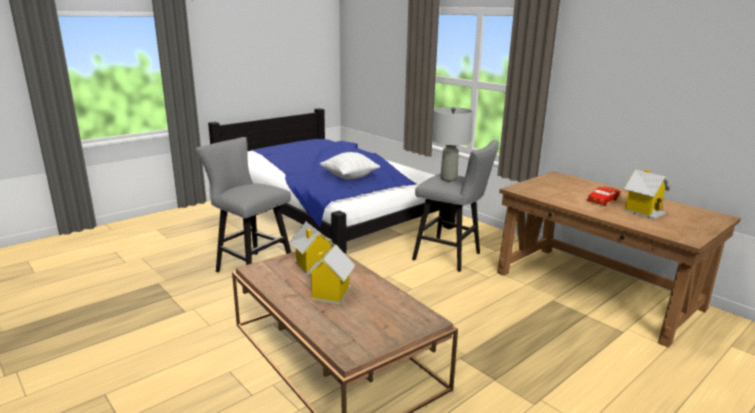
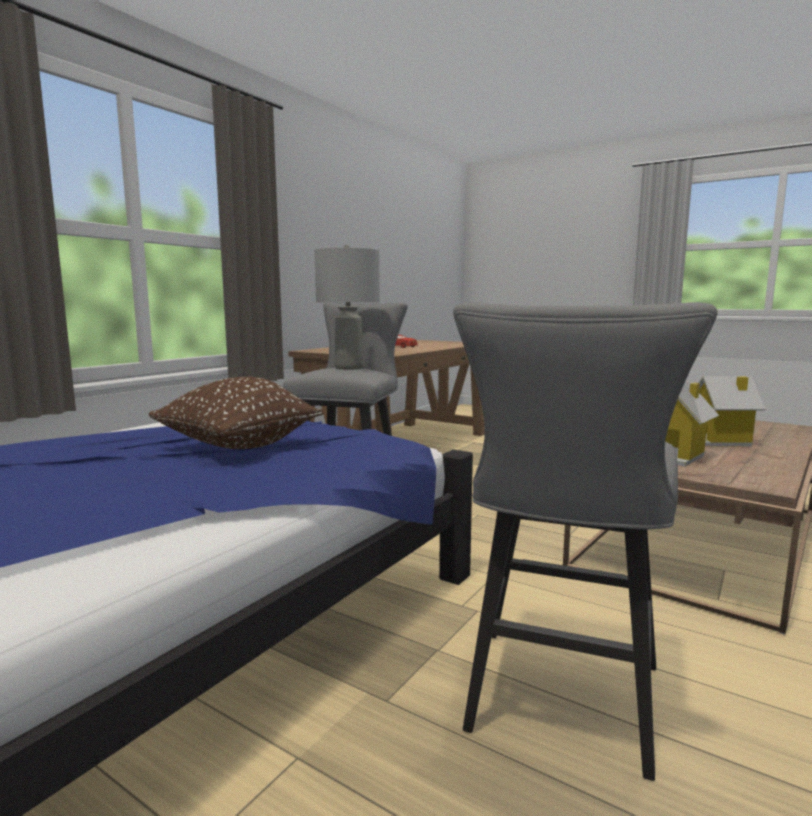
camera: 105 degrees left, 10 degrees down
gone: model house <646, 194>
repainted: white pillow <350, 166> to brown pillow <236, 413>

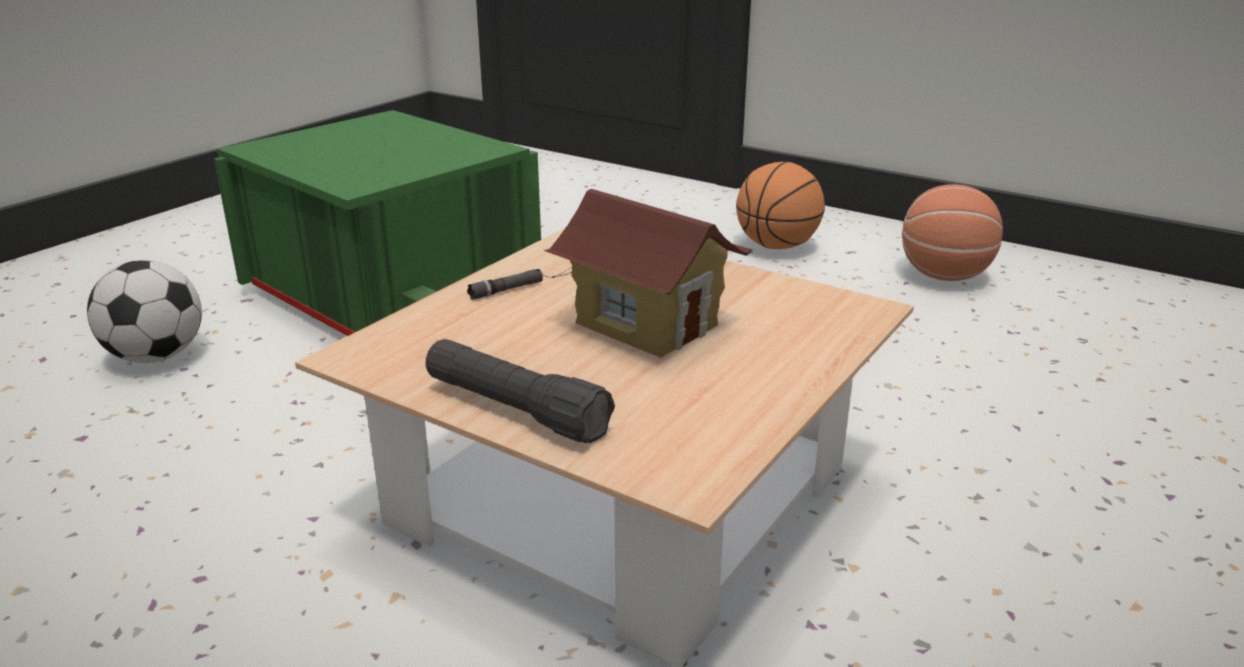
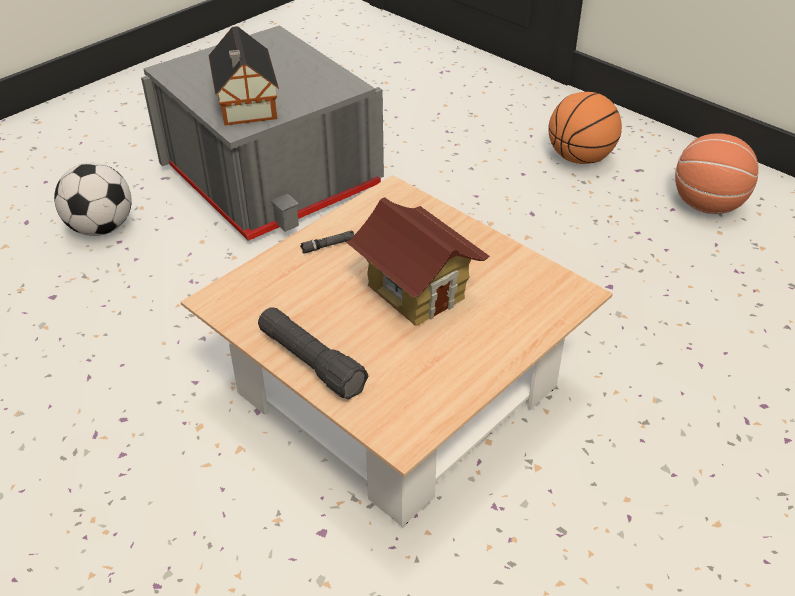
camera: 10 degrees right, 15 degrees up
new: model house <243, 75>
repainted: green storage container <377, 223> to gray storage container <262, 133>

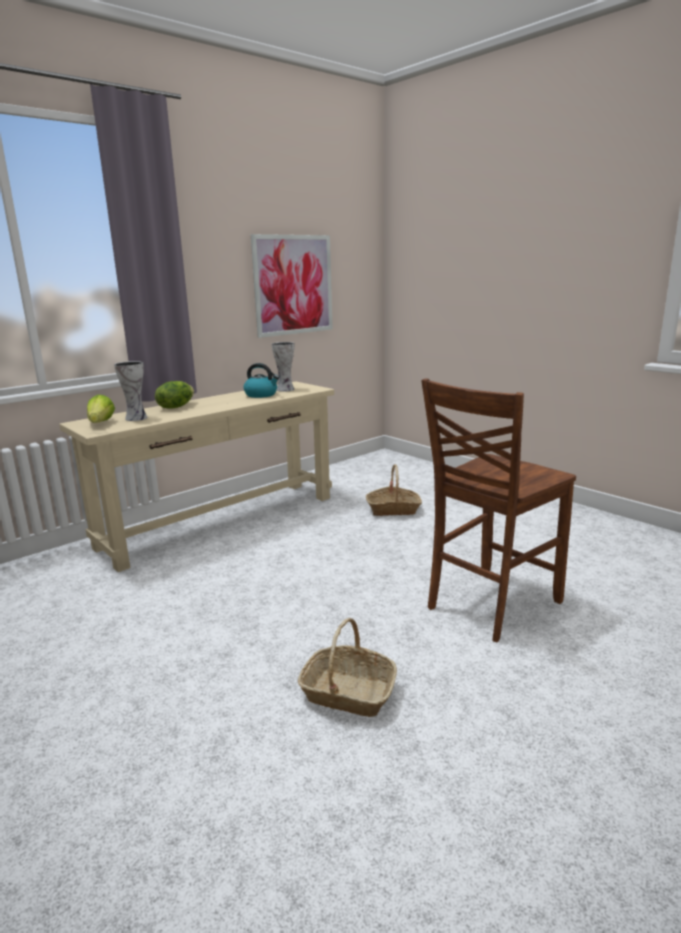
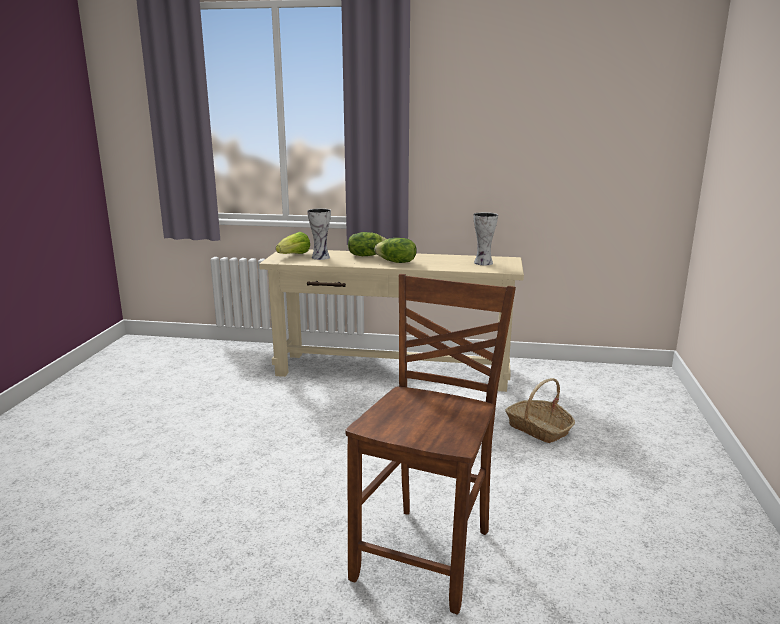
camera: 50 degrees right, 0 degrees up
gone: kettle <261, 380>; wall art <292, 286>; storage basket <347, 667>
new: lettuce <396, 250>
rotated: brown plain chair <498, 510> = <430, 444> 105 degrees clockwise

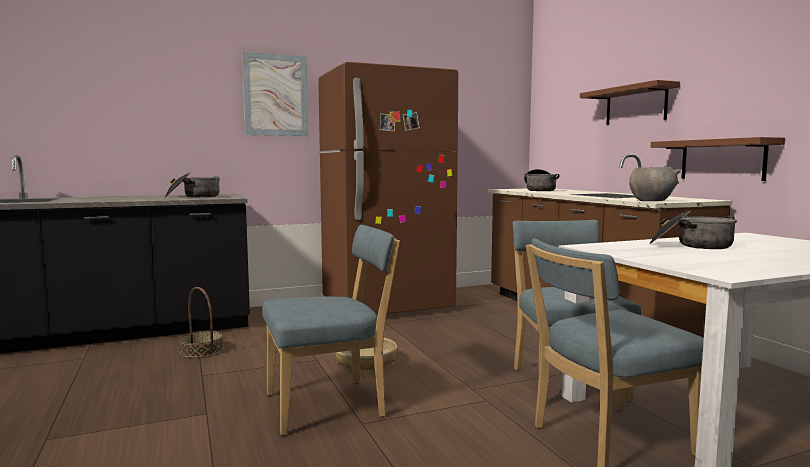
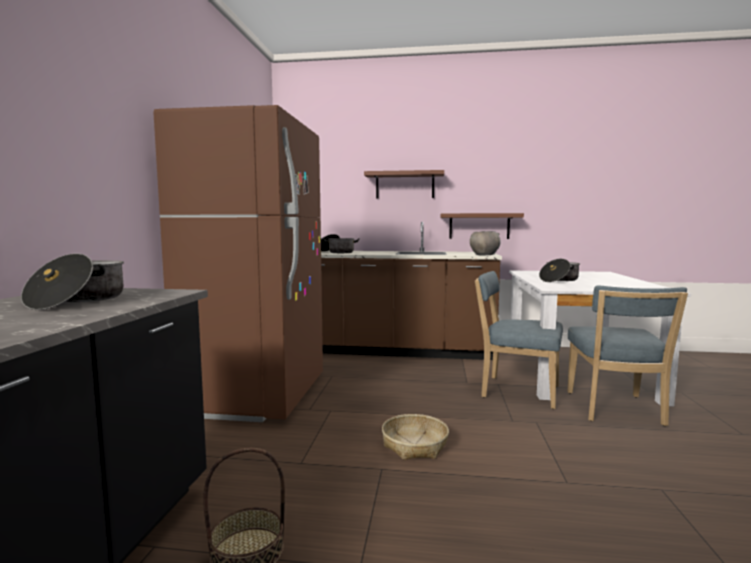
camera: 60 degrees left, 0 degrees up
gone: wall art <275, 94>; blue plain chair <331, 330>

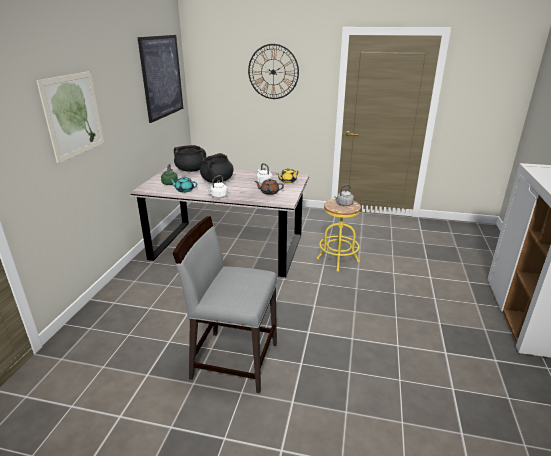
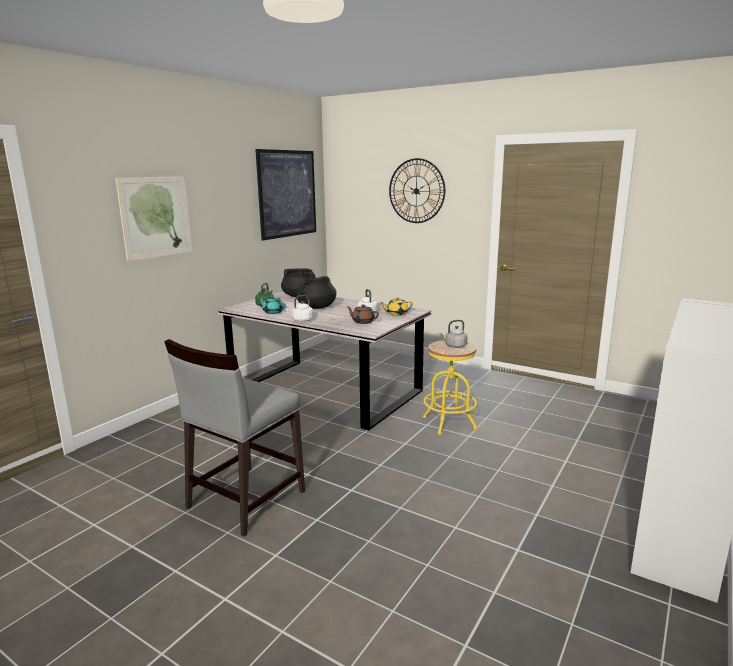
camera: 20 degrees right, 10 degrees down
rotated: gray plain chair <225, 304> = <234, 438> 90 degrees counterclockwise

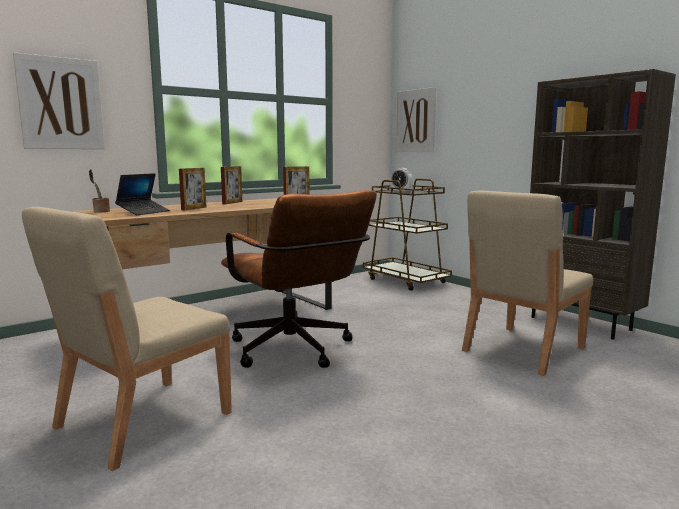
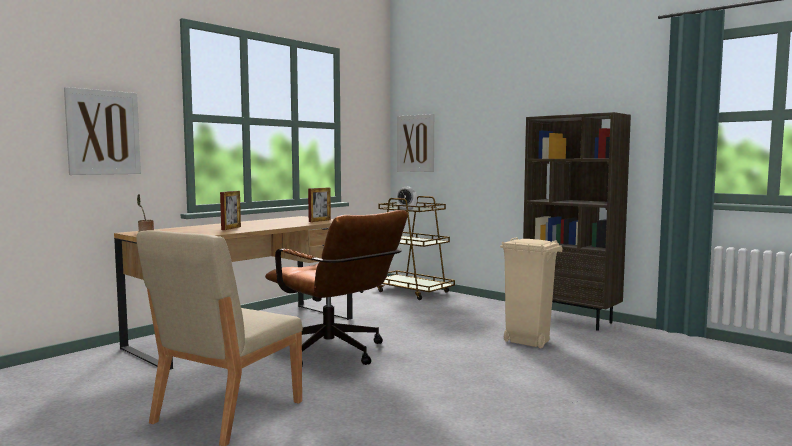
camera: 10 degrees left, 5 degrees down
gone: laptop <142, 194>; picture frame <231, 185>
swapped: beige plain chair <527, 283> to beige waste bin <531, 292>

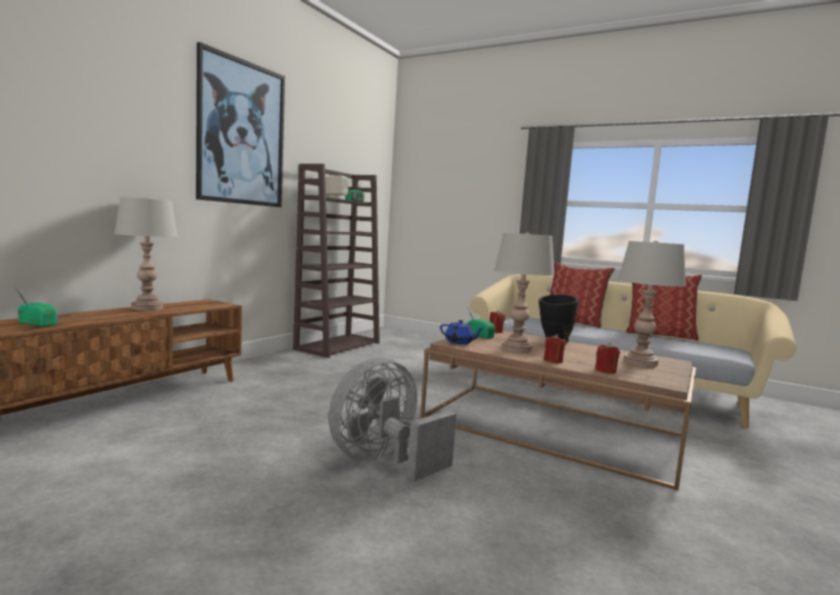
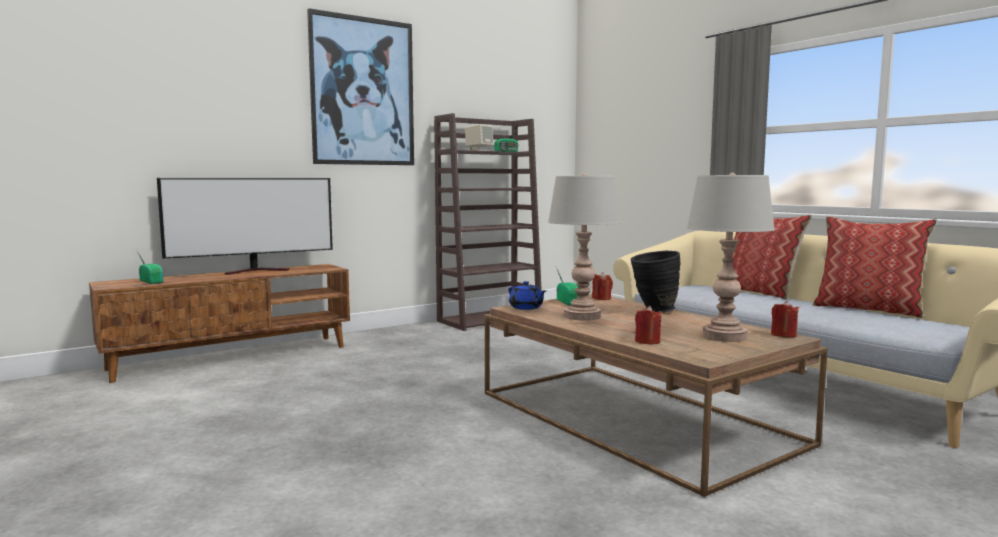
camera: 25 degrees right, 0 degrees up
gone: gray fan <392, 419>
shifted: reddish wax light <555, 348> to <785, 319>
swapped: gray lamp for a table <146, 254> to TV <245, 226>

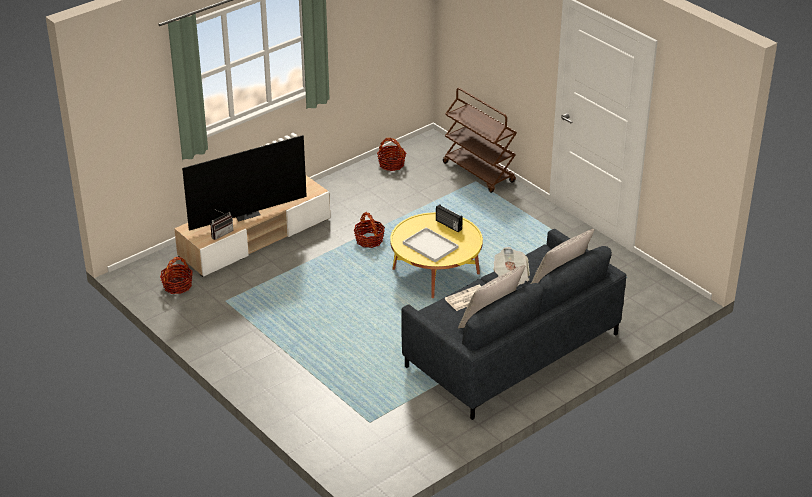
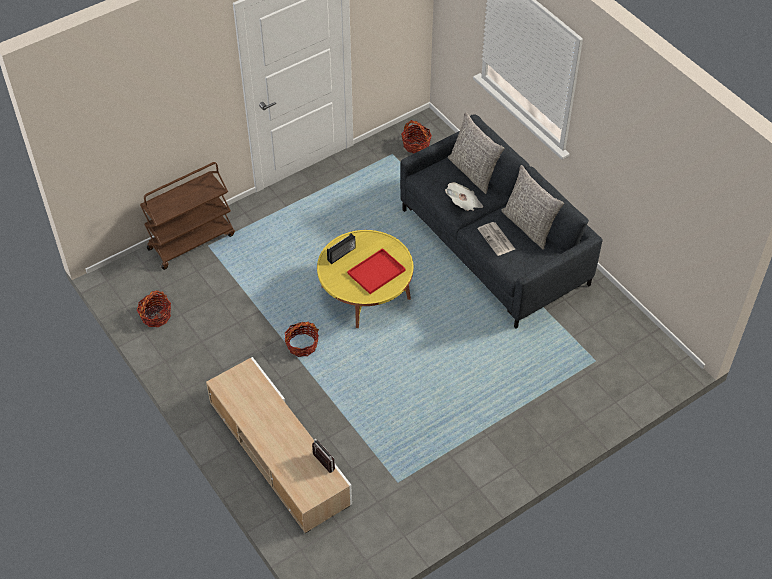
camera: 85 degrees left, 15 degrees up
gone: TV <244, 183>
shifted: storage basket <176, 275> to <416, 137>
repainted: white carrying tray <430, 244> to reddish carrying tray <376, 271>

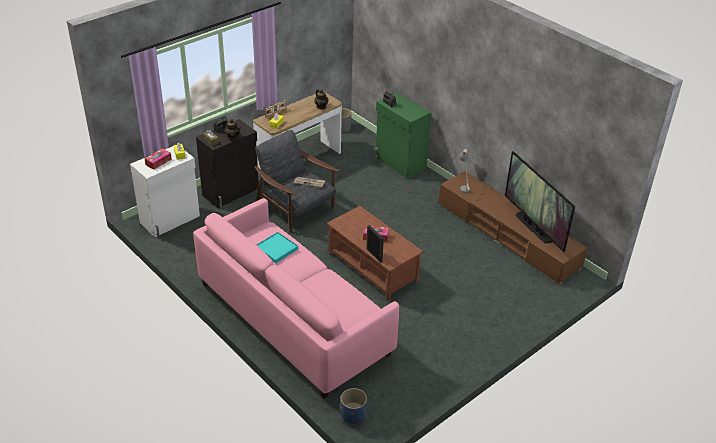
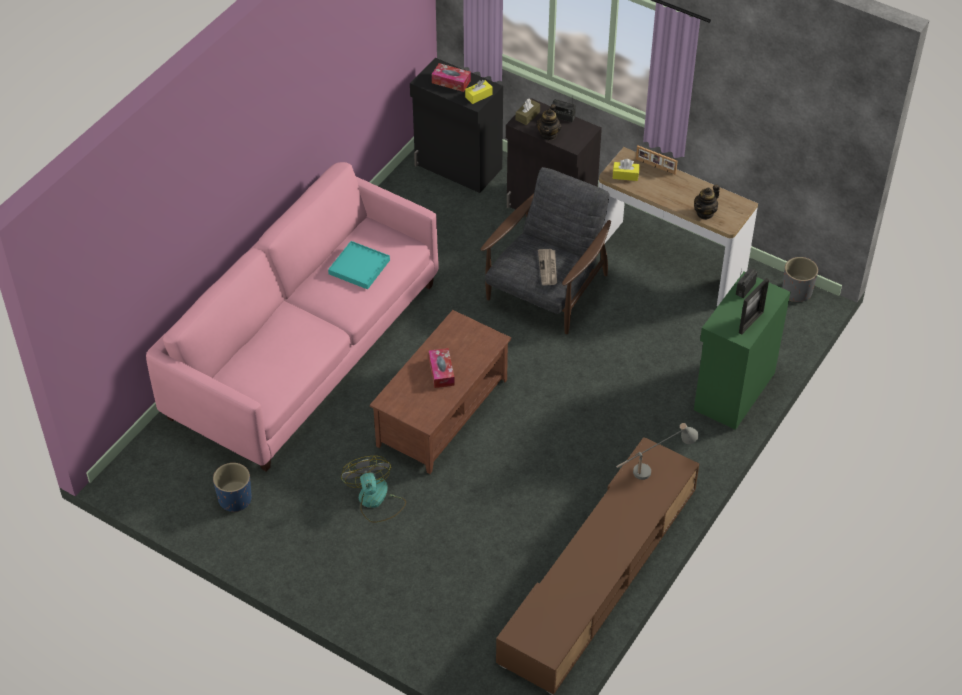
camera: 75 degrees right, 10 degrees up
gone: TV <540, 201>
new: fan <373, 489>
shifted: blue plant pot <353, 406> to <232, 487>; picture frame <375, 244> to <754, 306>
repainted: white storage cabinet <165, 191> to black storage cabinet <456, 125>

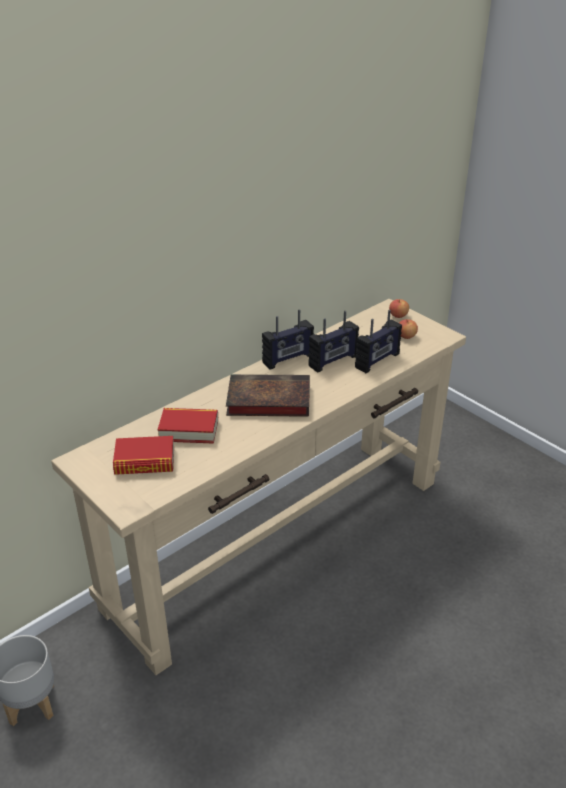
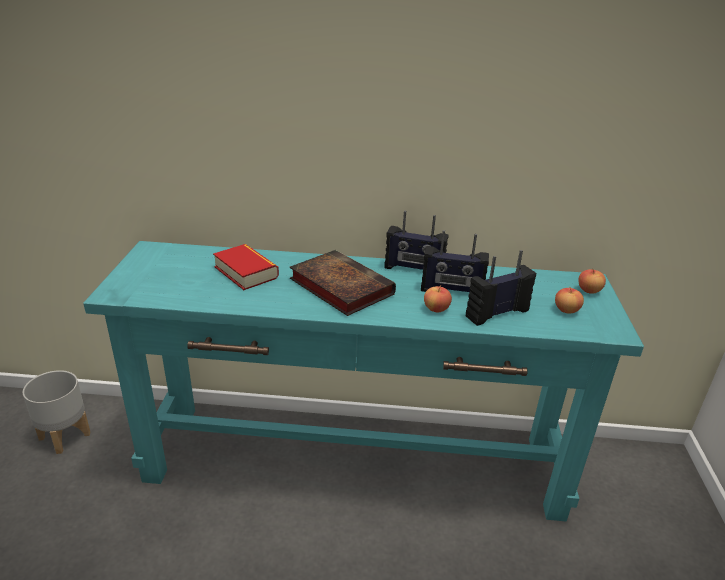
camera: 45 degrees right, 5 degrees down
gone: book <143, 455>
new: whole apple <438, 298>
repainted: beige narrow table <258, 487> to turquoise narrow table <363, 381>
rotated: radio <378, 341> = <501, 288> 150 degrees clockwise

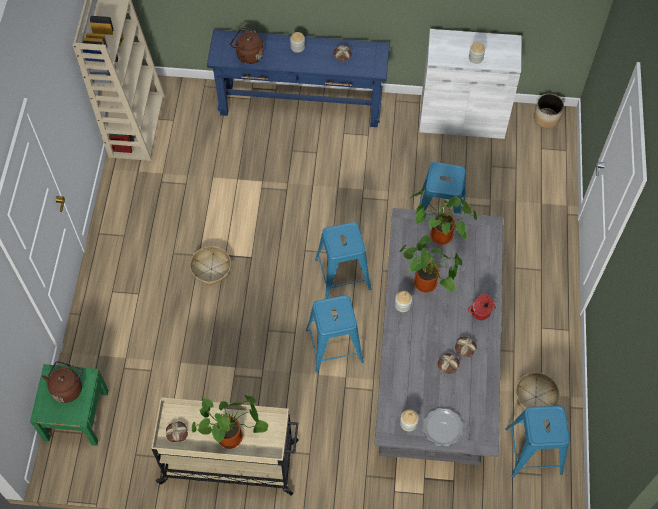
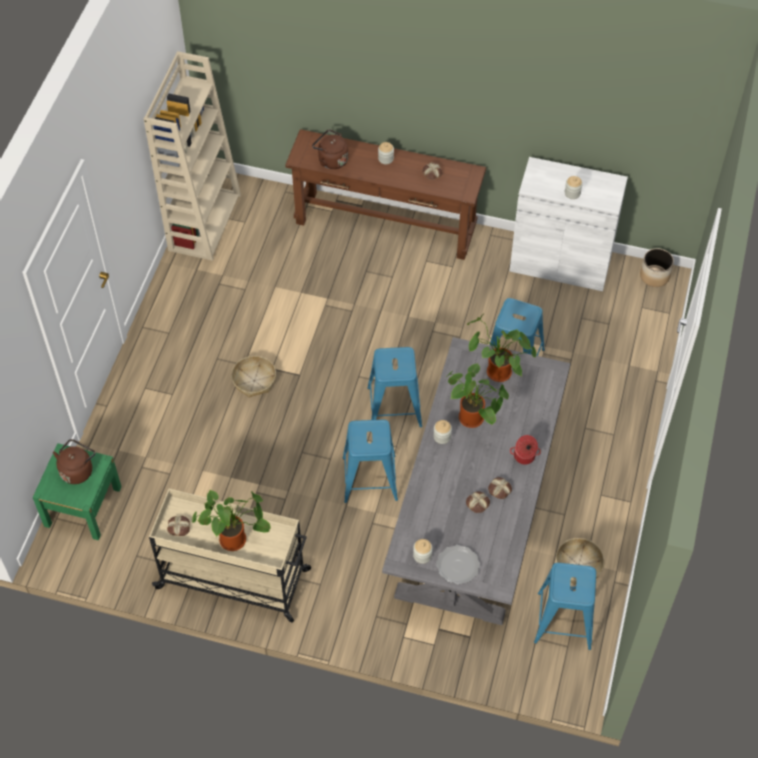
camera: 10 degrees right, 5 degrees down
repainted: blue narrow table <298, 78> to brown narrow table <385, 194>

